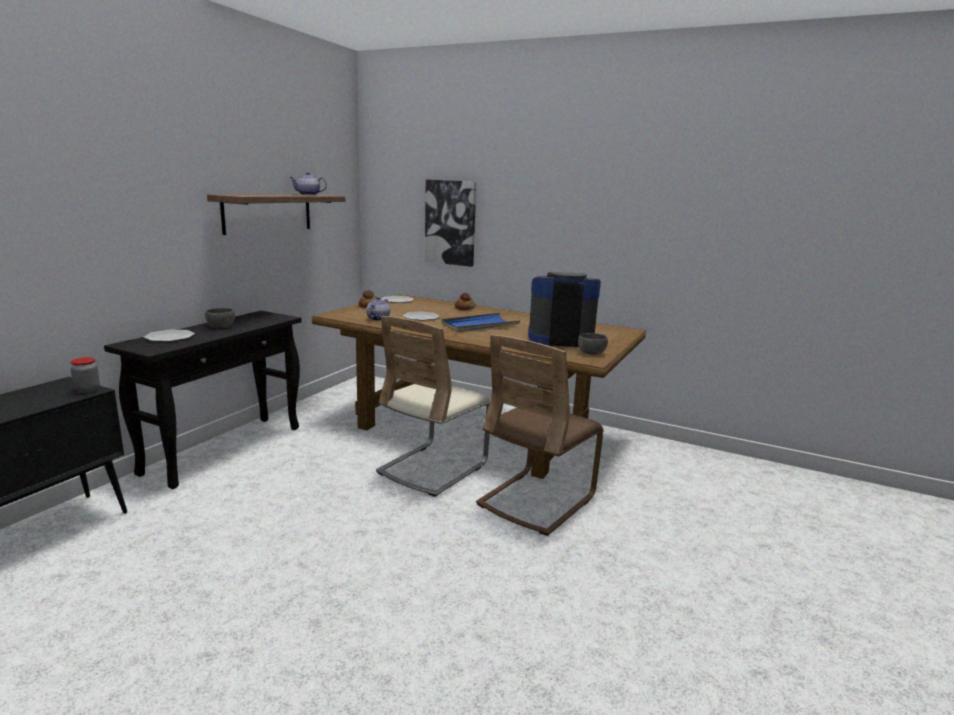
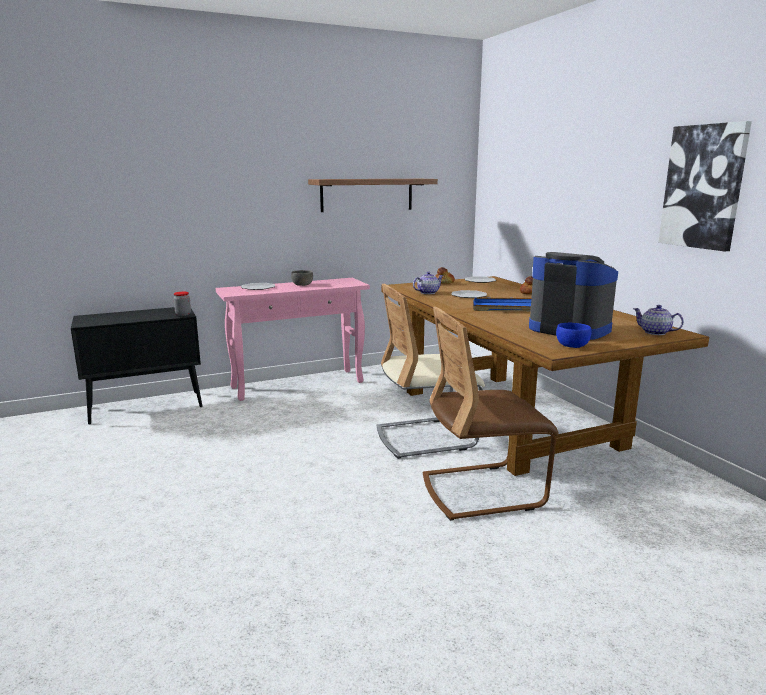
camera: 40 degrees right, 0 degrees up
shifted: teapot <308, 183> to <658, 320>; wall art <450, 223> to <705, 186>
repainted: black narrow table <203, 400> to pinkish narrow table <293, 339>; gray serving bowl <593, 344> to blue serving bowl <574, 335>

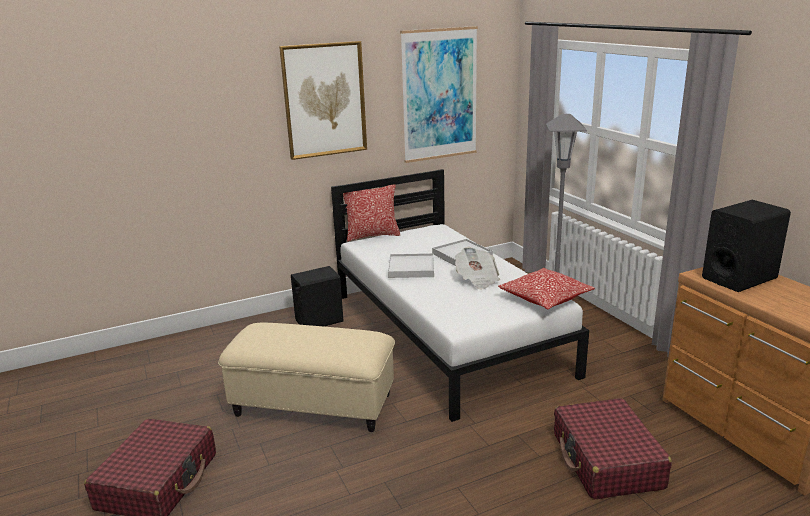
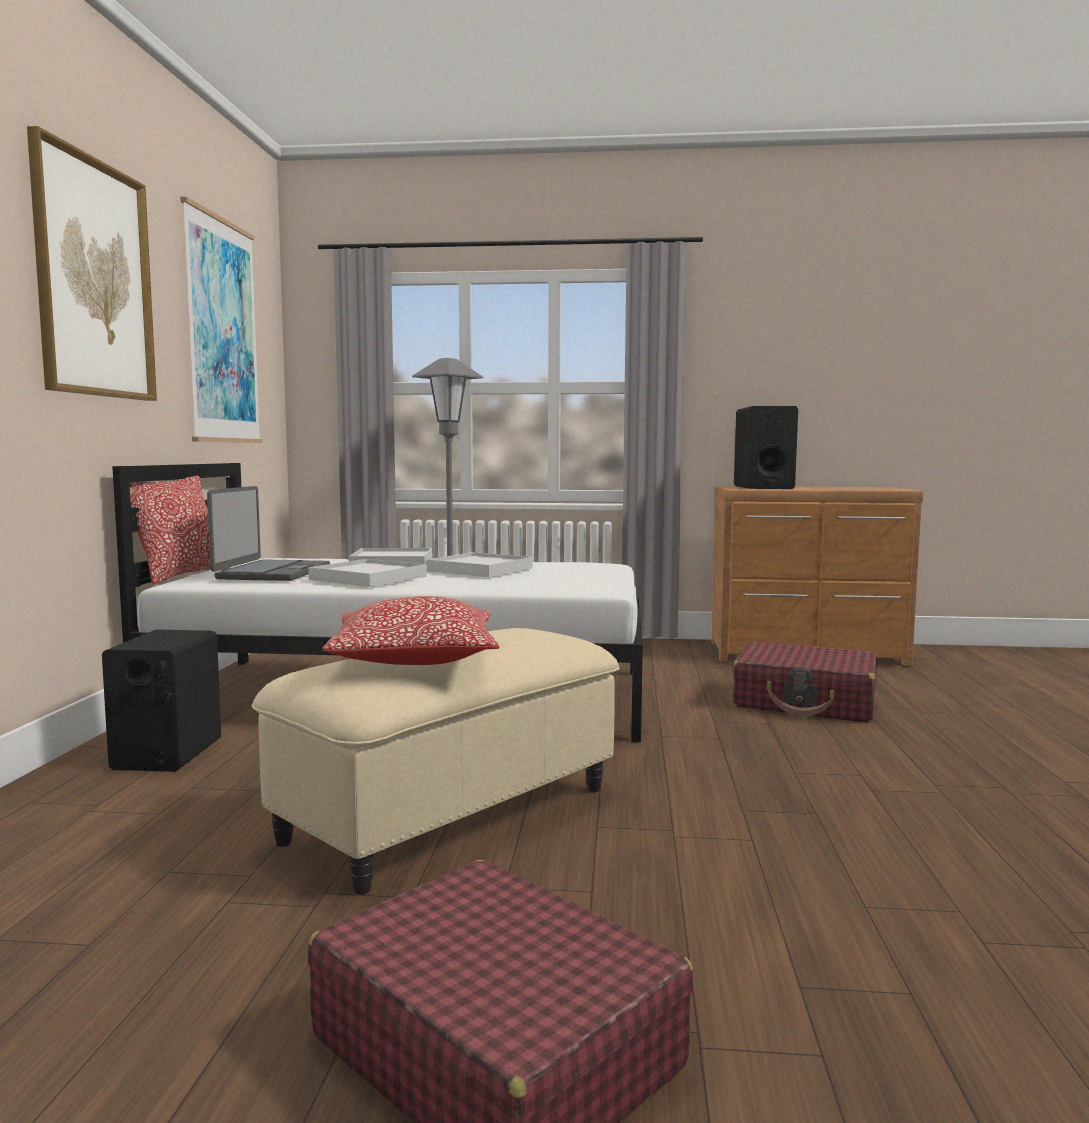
camera: 60 degrees left, 15 degrees down
new: laptop <268, 533>
shifted: pillow <546, 288> to <410, 630>
swapped: newspaper <477, 268> to white carrying tray <480, 564>

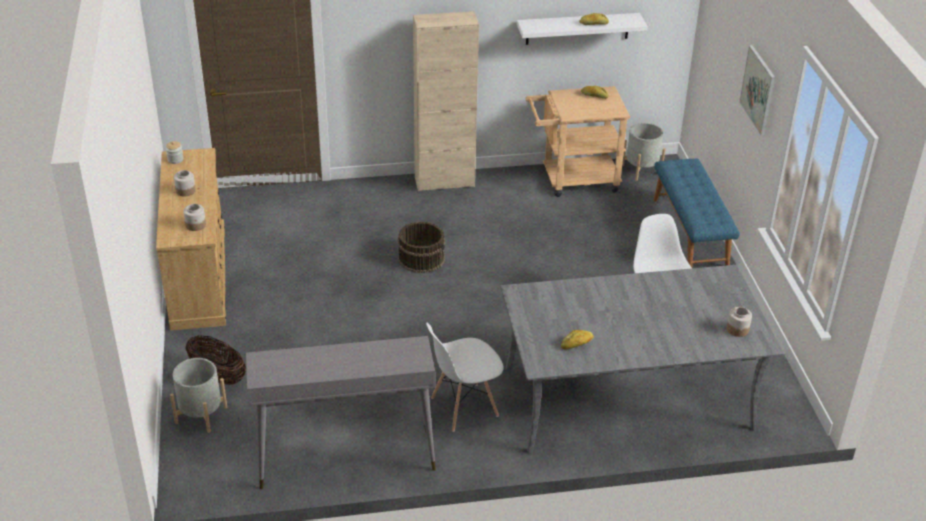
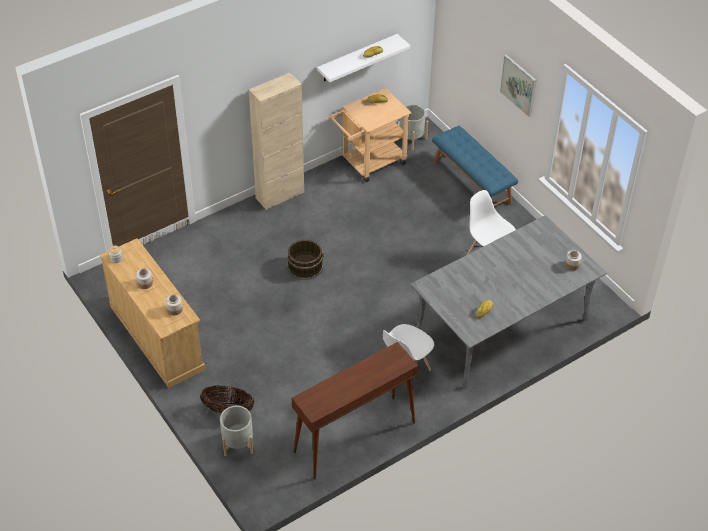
camera: 25 degrees left, 10 degrees up
repainted: gray narrow table <341, 412> to brown narrow table <355, 411>

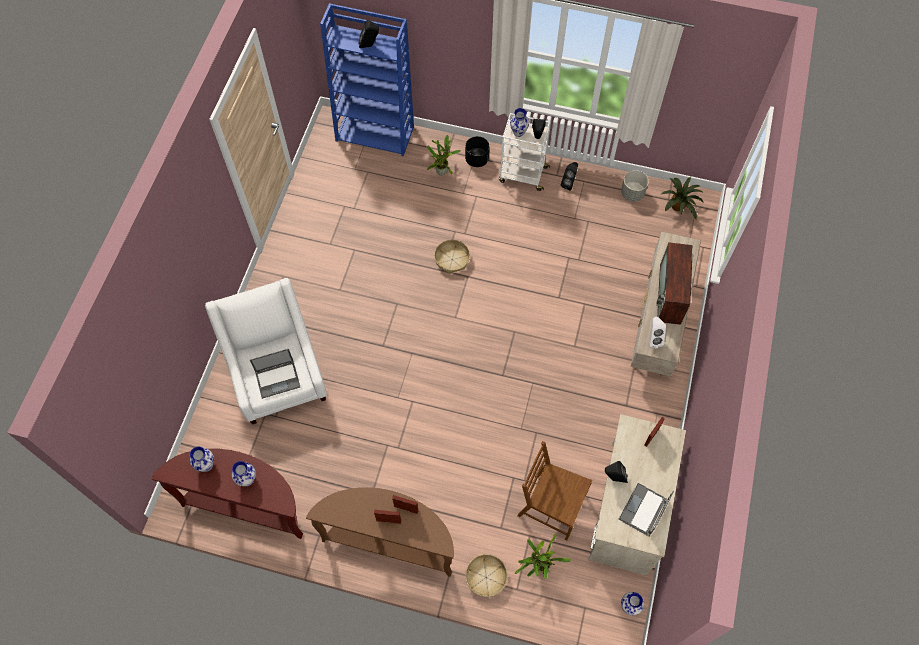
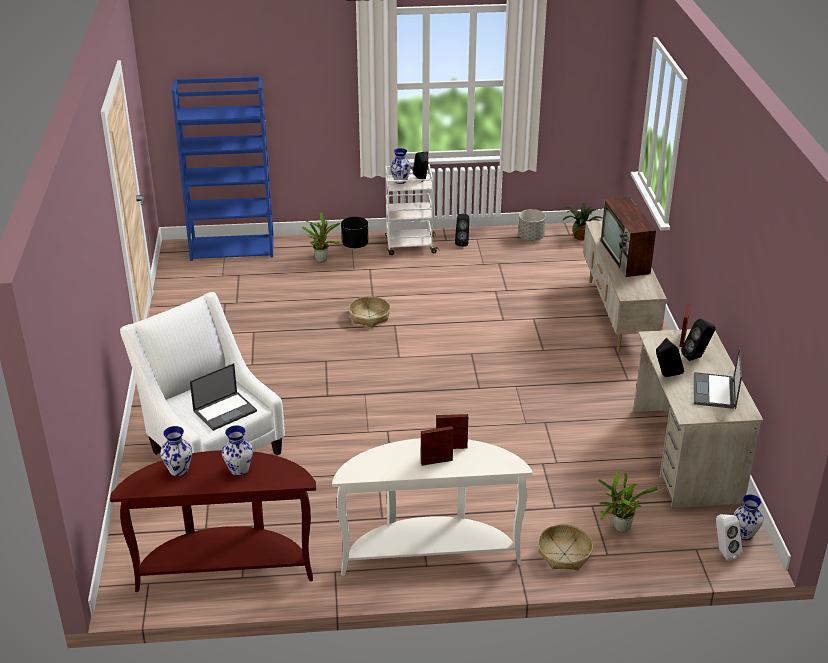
camera: 20 degrees left, 30 degrees down
gone: brown plain chair <555, 491>
shifted: black speaker <368, 34> to <698, 340>; white speaker <658, 332> to <729, 537>
repainted: brown narrow table <380, 532> to white narrow table <432, 507>

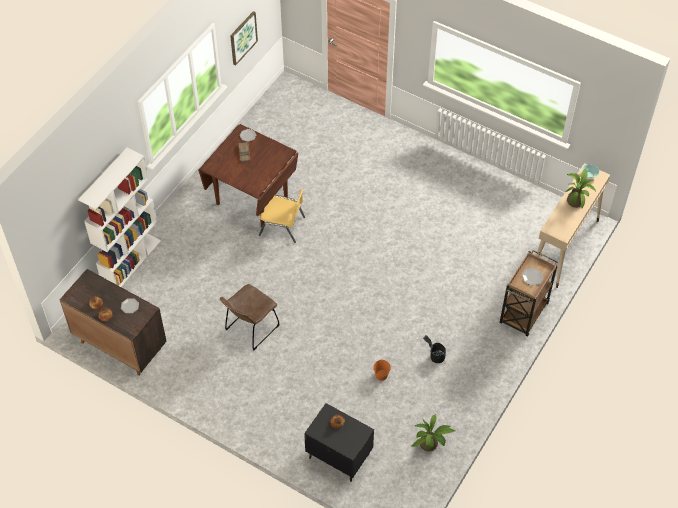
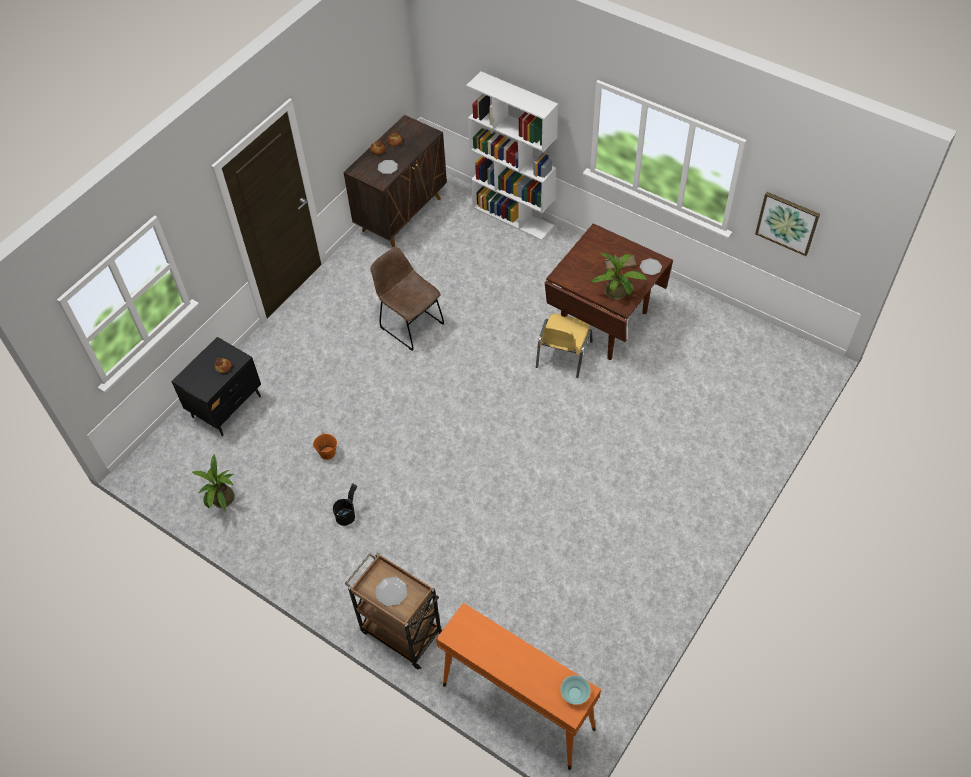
camera: 95 degrees right, 0 degrees up
shifted: plant in a pot <581, 188> to <619, 276>
repainted: beige narrow table <573, 225> to orange narrow table <518, 686>

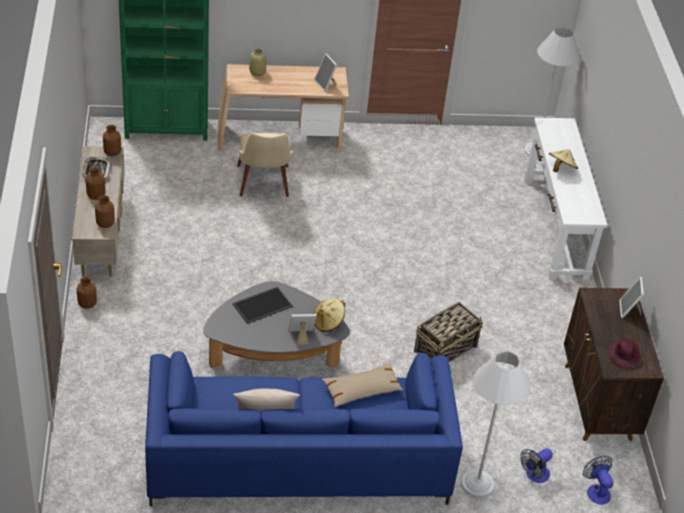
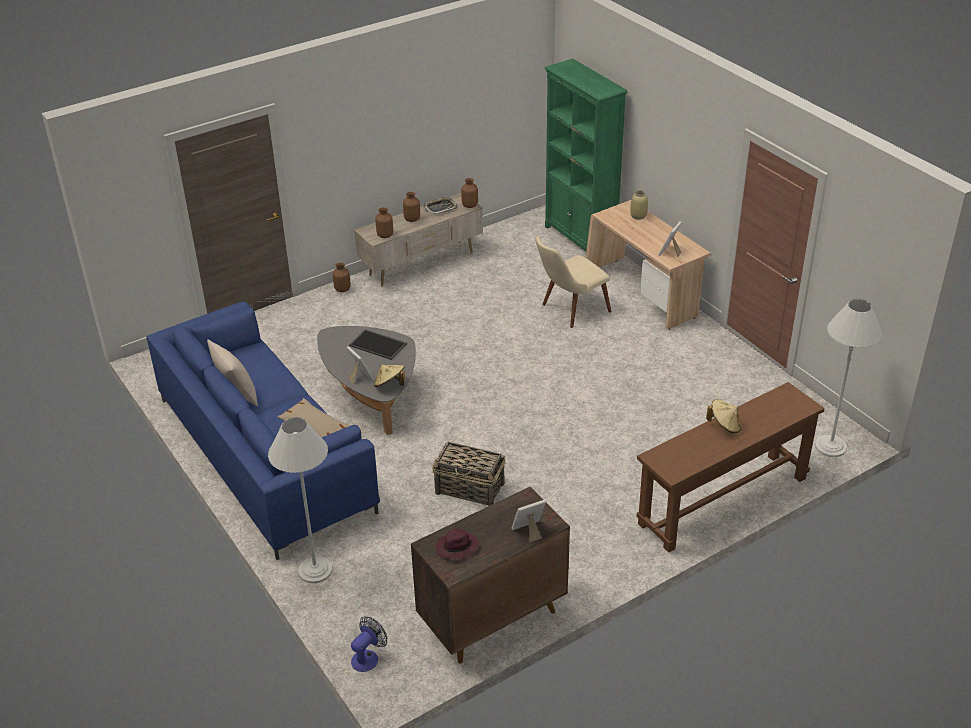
camera: 65 degrees right, 5 degrees down
gone: fan <537, 465>
repainted: white narrow table <565, 198> to brown narrow table <730, 467>

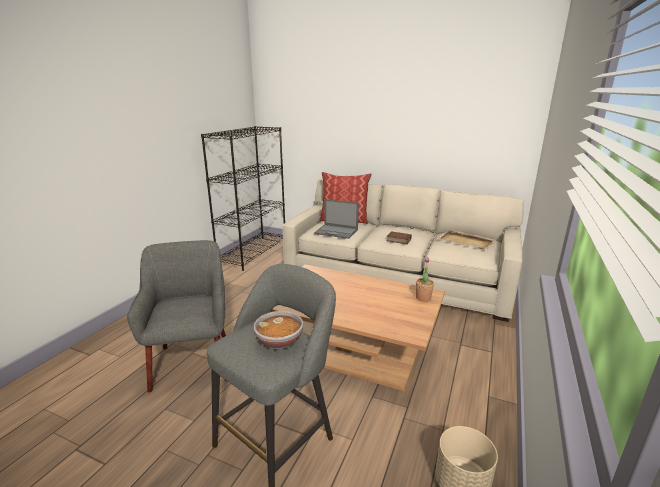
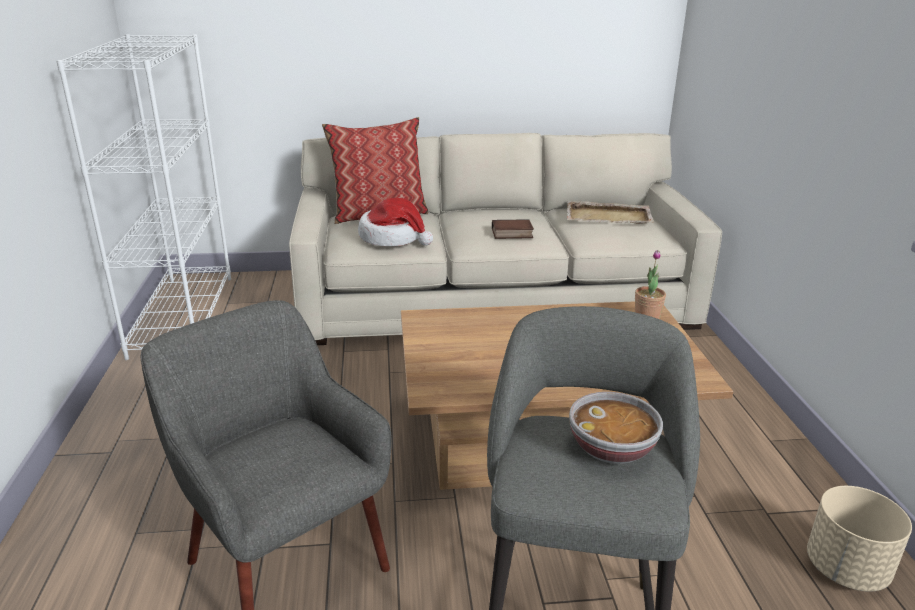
camera: 30 degrees left, 5 degrees up
swapped: laptop <336, 219> to clothing hat <395, 222>
repainted: black bookcase <243, 198> to white bookcase <143, 197>

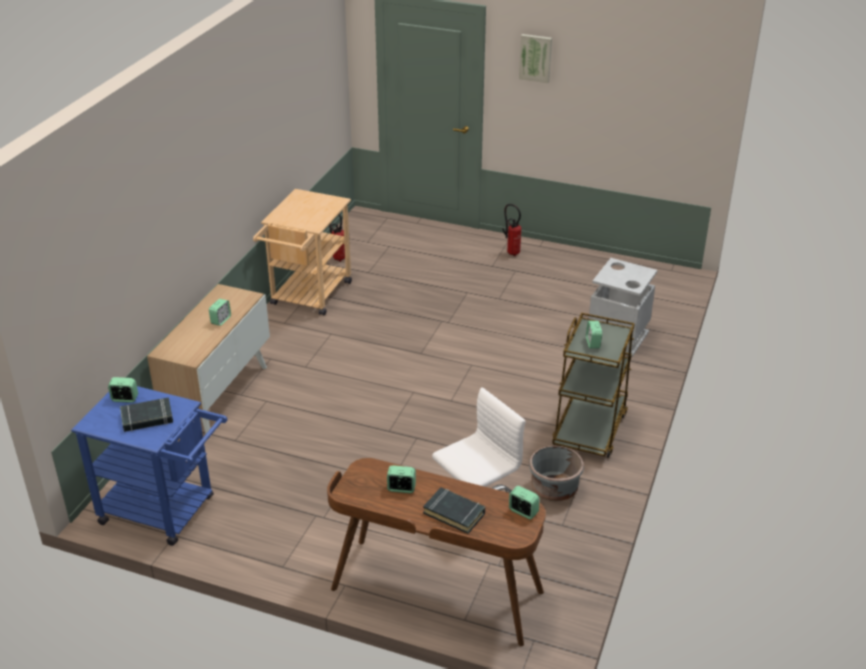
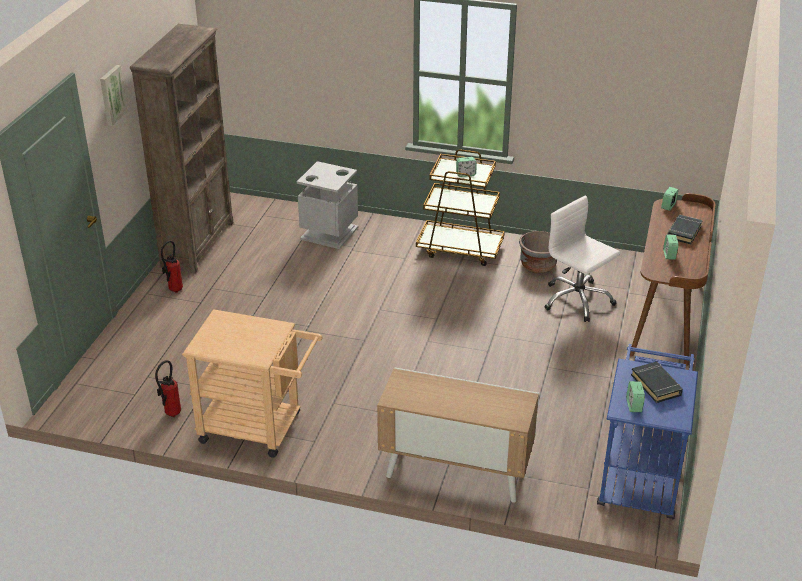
camera: 95 degrees left, 0 degrees up
gone: alarm clock <220, 312>
new: brown bookcase <181, 148>

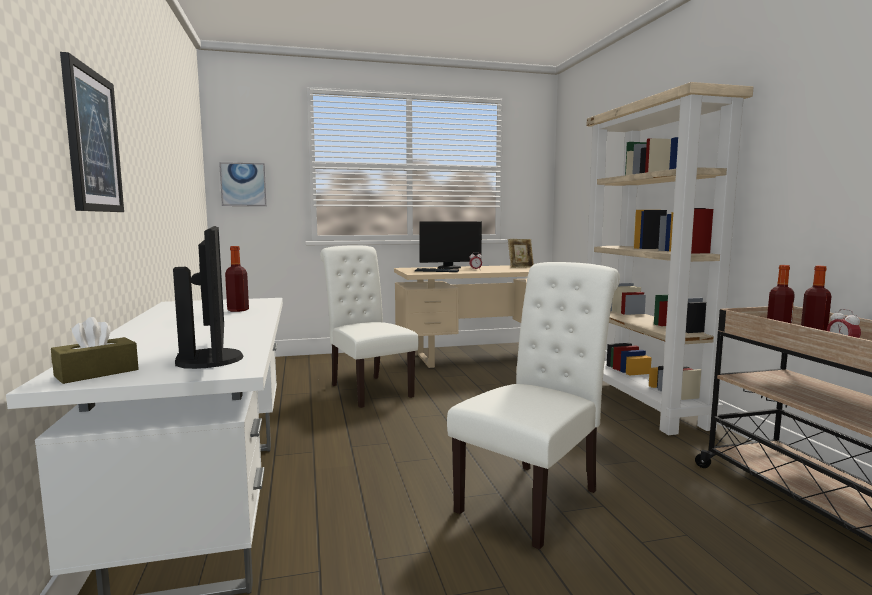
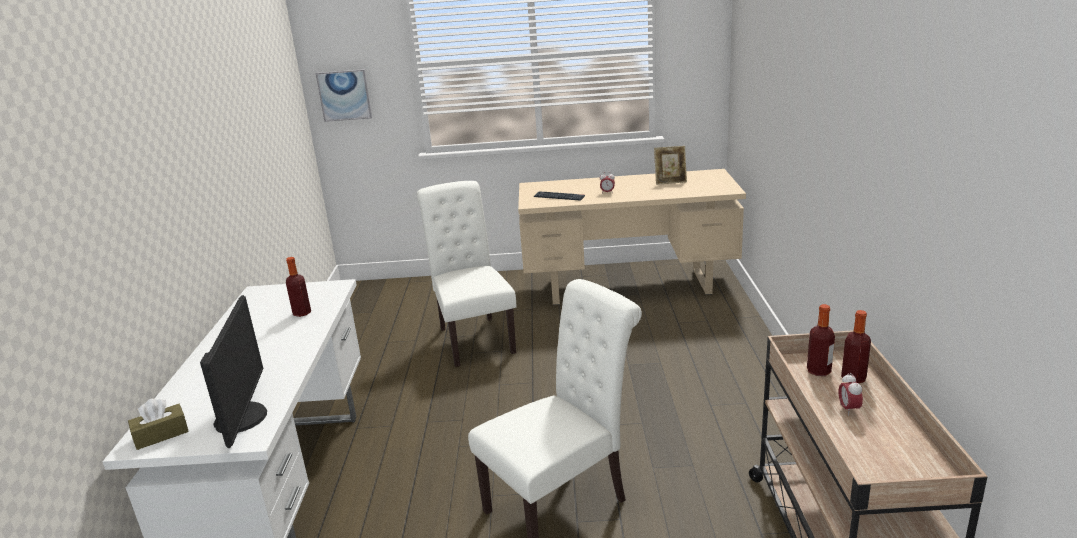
camera: 15 degrees right, 15 degrees up
gone: wall art <92, 132>; monitor <450, 245>; beige bookcase <669, 258>

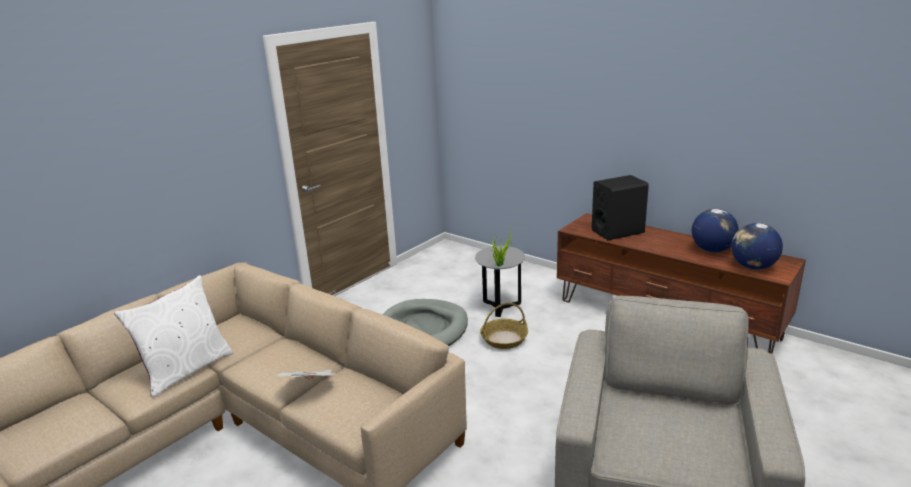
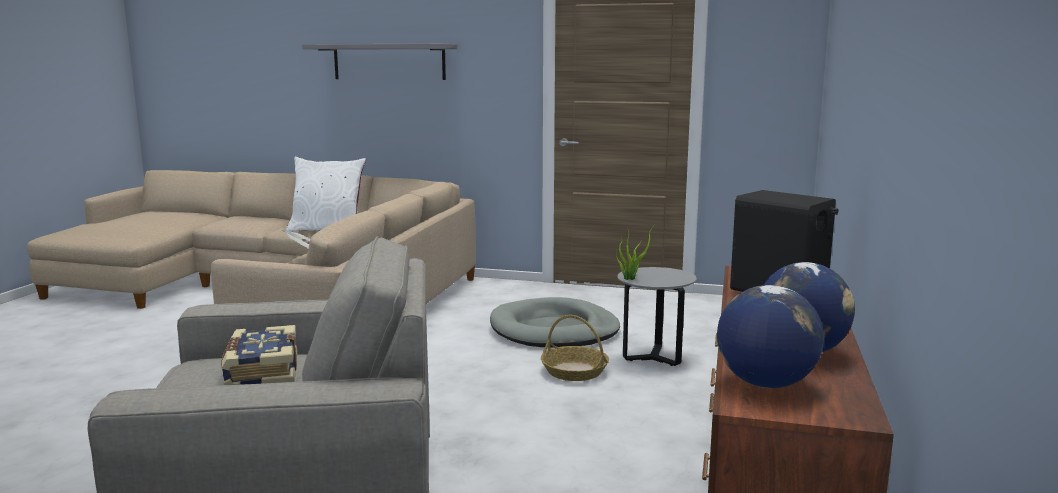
camera: 65 degrees right, 10 degrees down
new: book <259, 355>; gray bracket shelf <379, 62>

